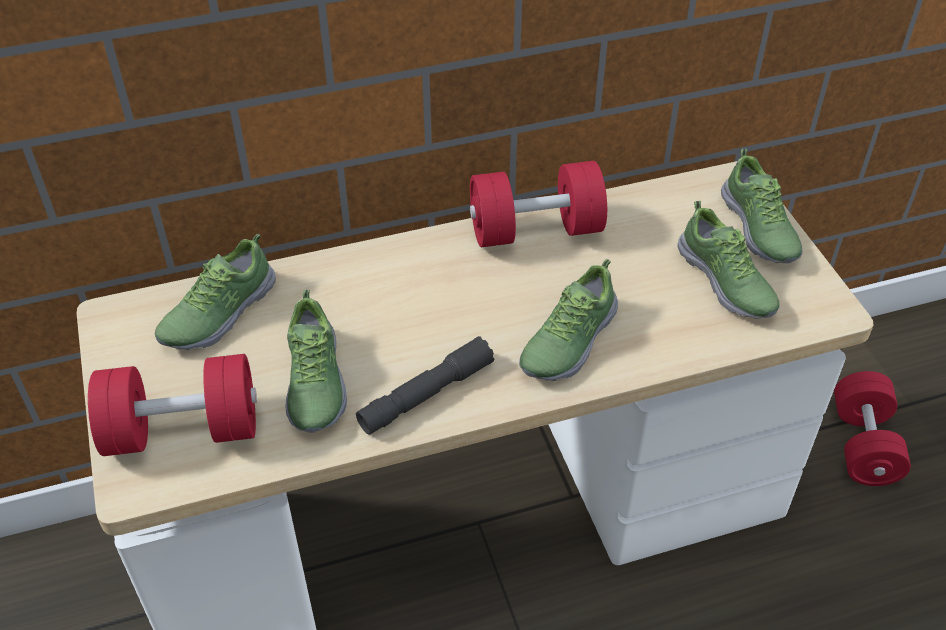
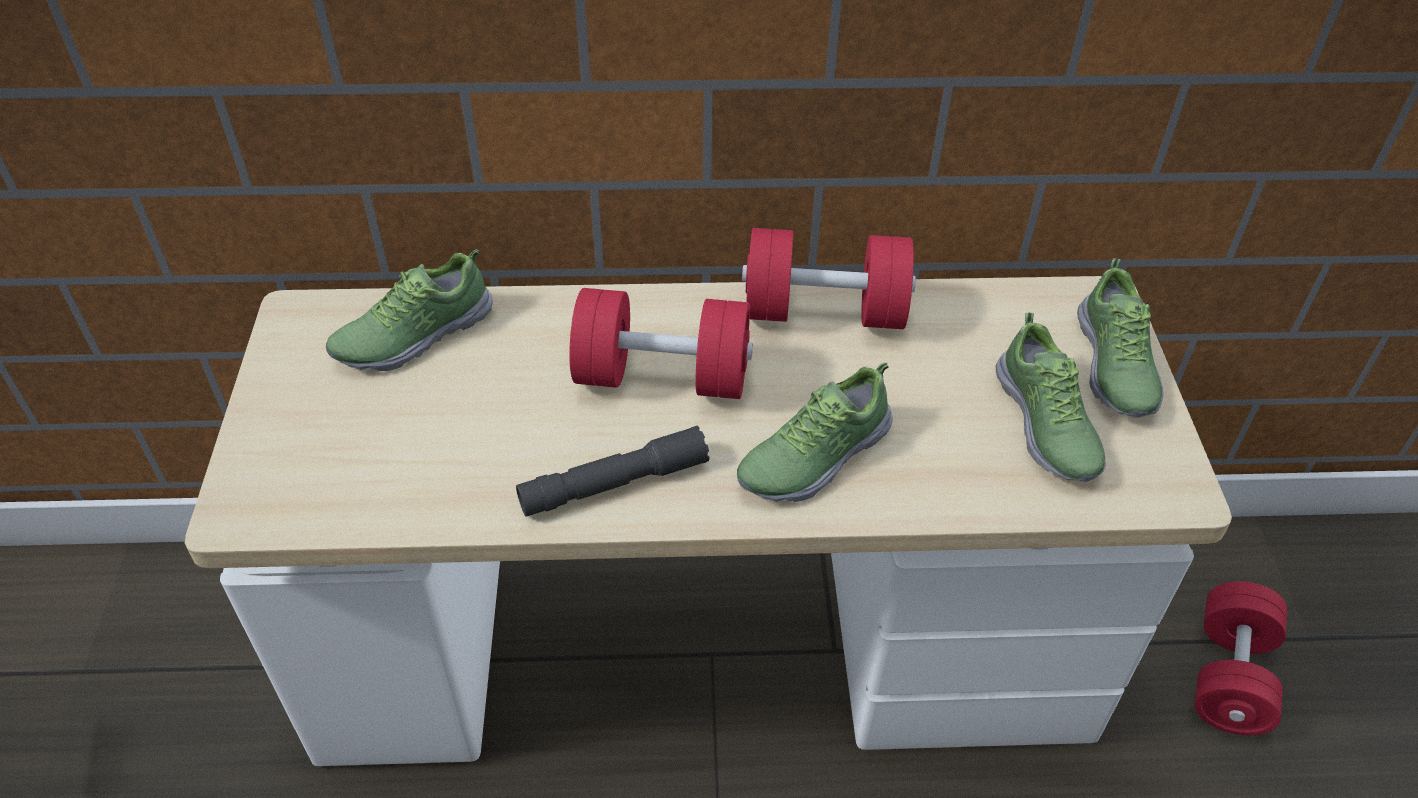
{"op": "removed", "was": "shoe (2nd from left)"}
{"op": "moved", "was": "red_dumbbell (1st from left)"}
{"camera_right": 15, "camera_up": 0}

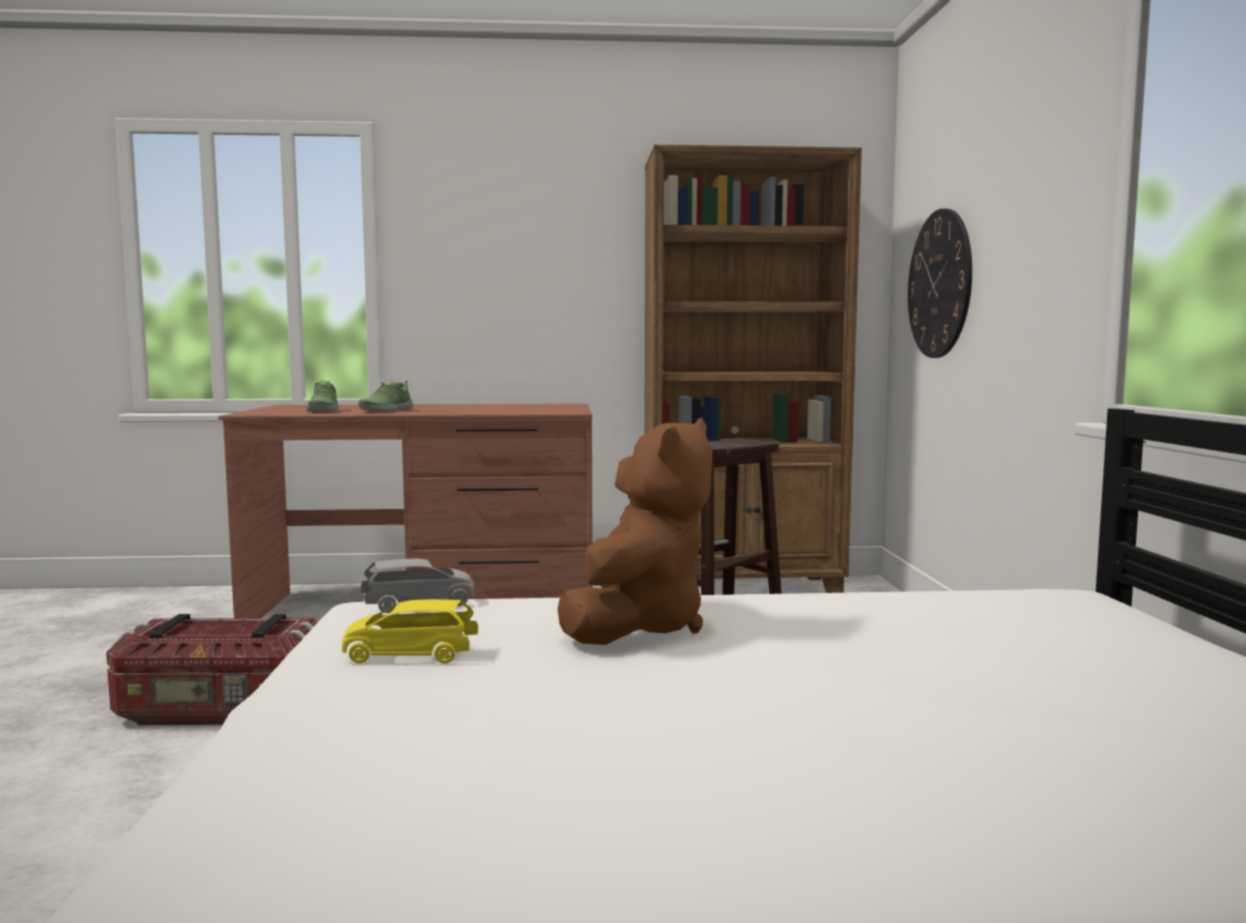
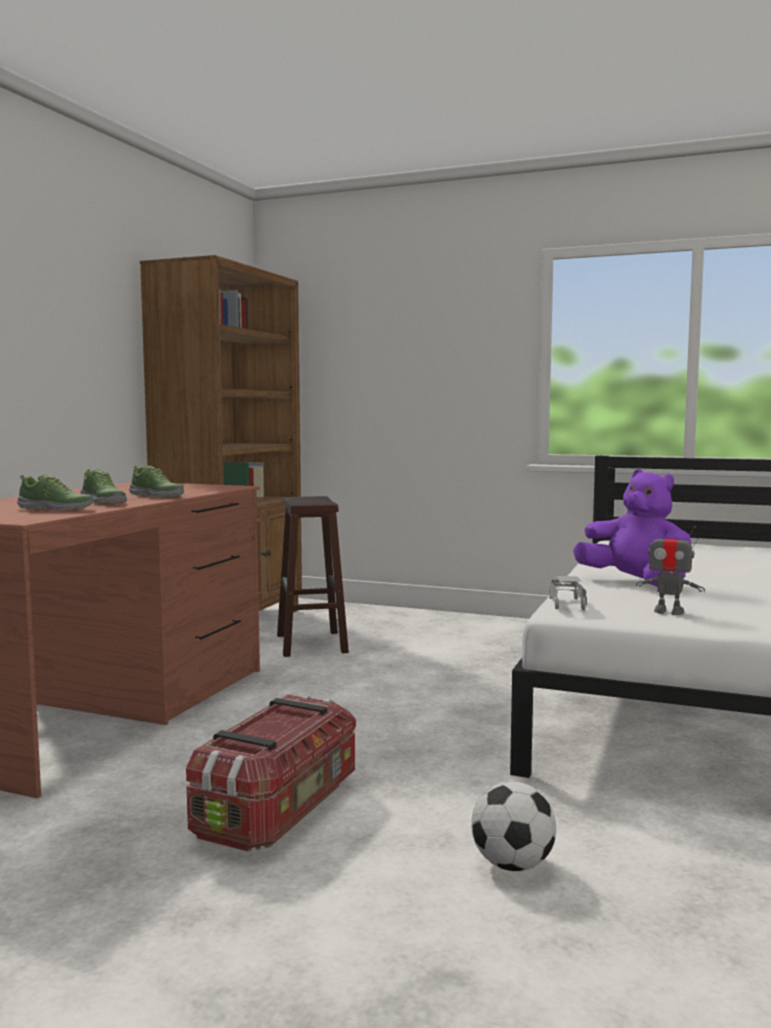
{"op": "removed", "was": "wall_clock"}
{"op": "recoloured", "was": "brown_plush_toy", "now": "purple_plush_toy"}
{"op": "replaced", "was": "yellow_toy_car", "now": "toy_robot"}
{"op": "added", "now": "shoe (3rd from left)"}
{"op": "added", "now": "football"}
{"camera_right": -65, "camera_up": 0}

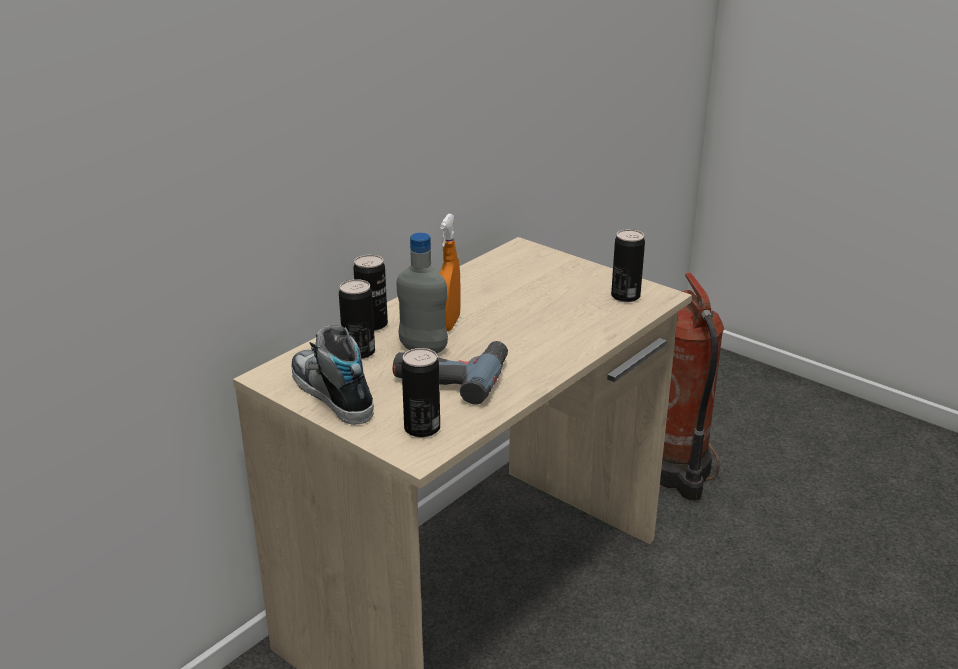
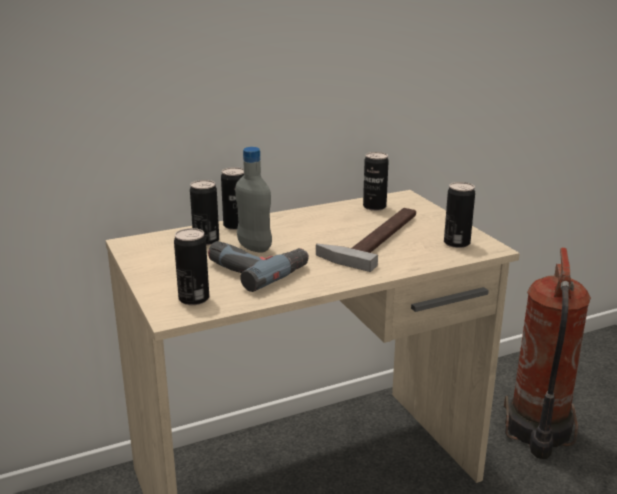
{"op": "removed", "was": "orange_spray_bottle"}
{"op": "removed", "was": "shoe"}
{"op": "added", "now": "can (4th from left)"}
{"op": "added", "now": "hammer"}
{"camera_right": 25, "camera_up": -5}

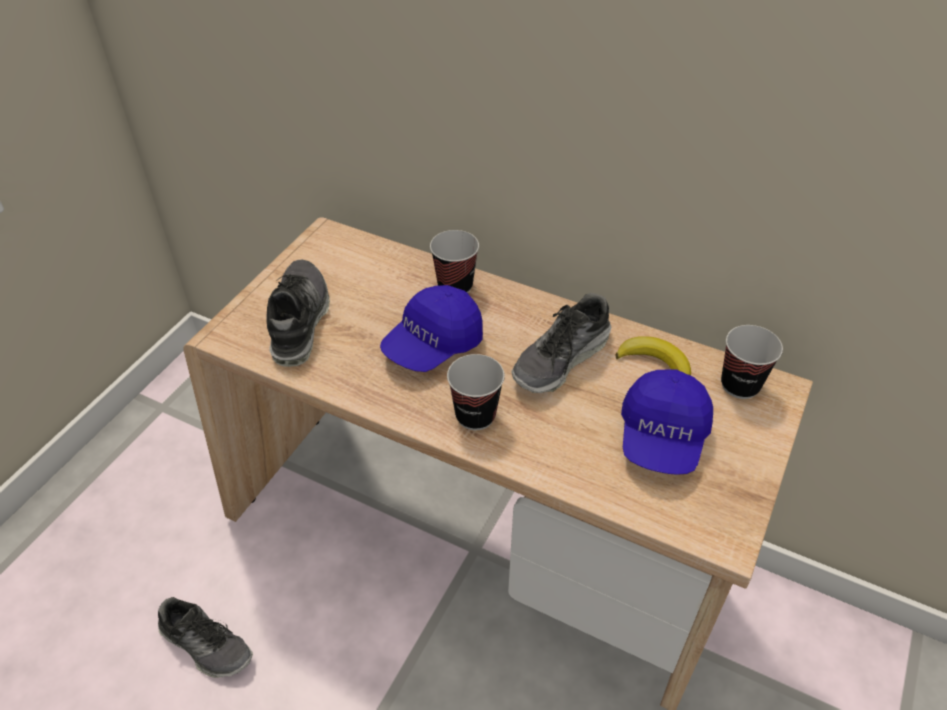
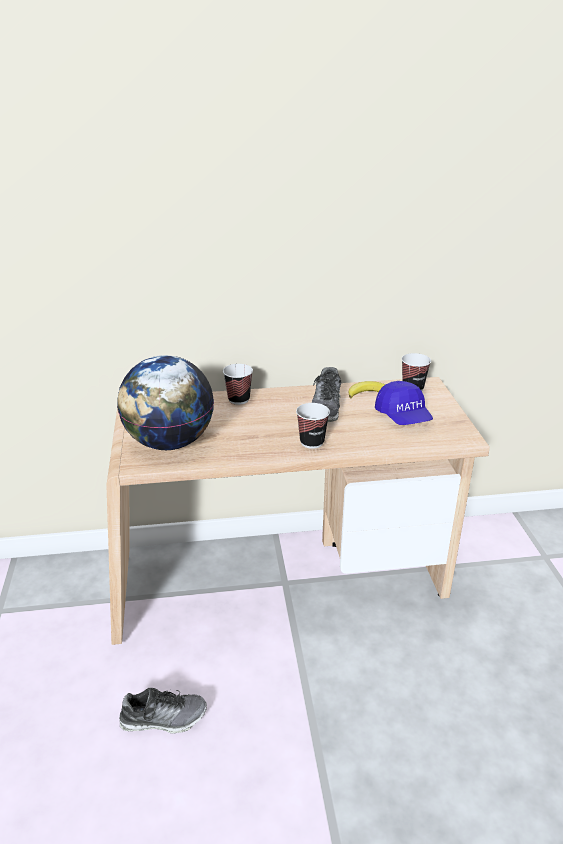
{"op": "replaced", "was": "shoe (2nd from left)", "now": "globe"}
{"op": "removed", "was": "blue_cap (1st from left)"}
{"camera_right": -35, "camera_up": -15}

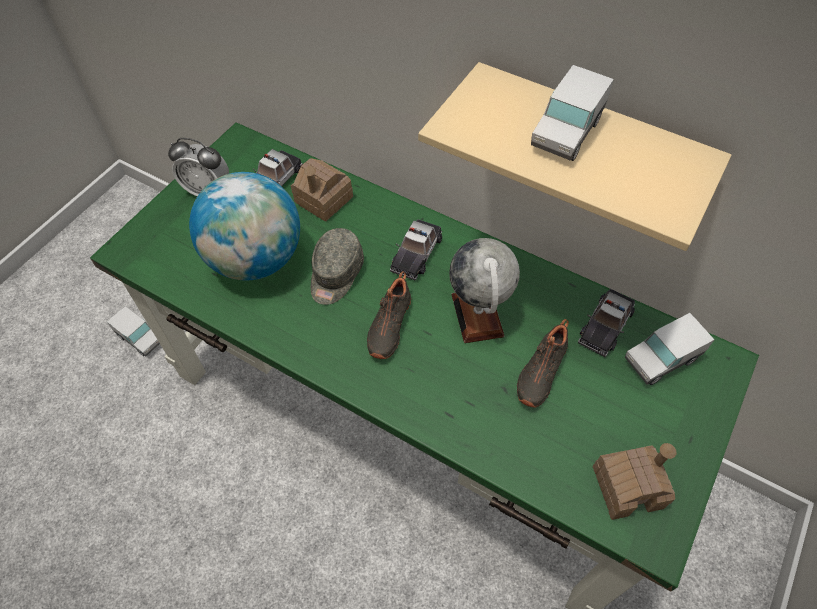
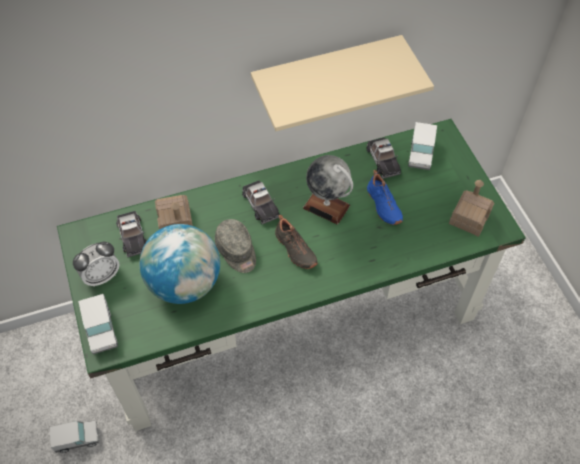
{"op": "moved", "was": "toy_truck (2nd from left)"}
{"op": "recoloured", "was": "black_shoe (2nd from left)", "now": "blue_shoe"}
{"camera_right": -50, "camera_up": 0}

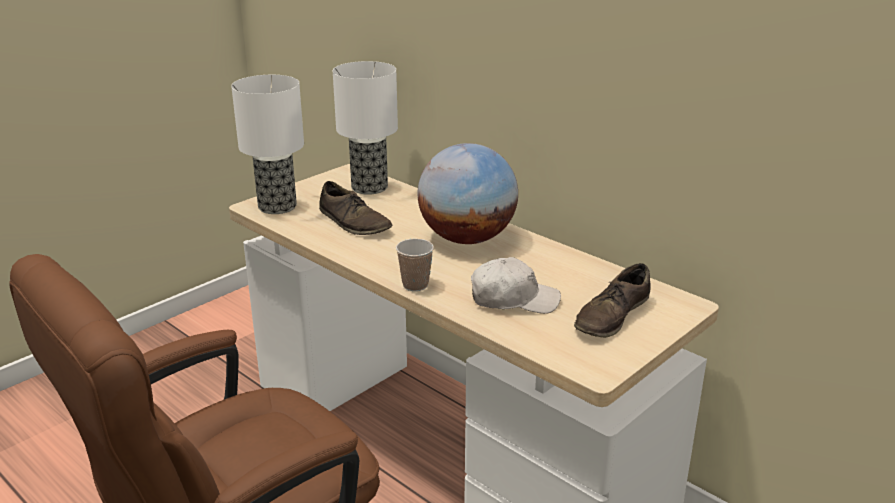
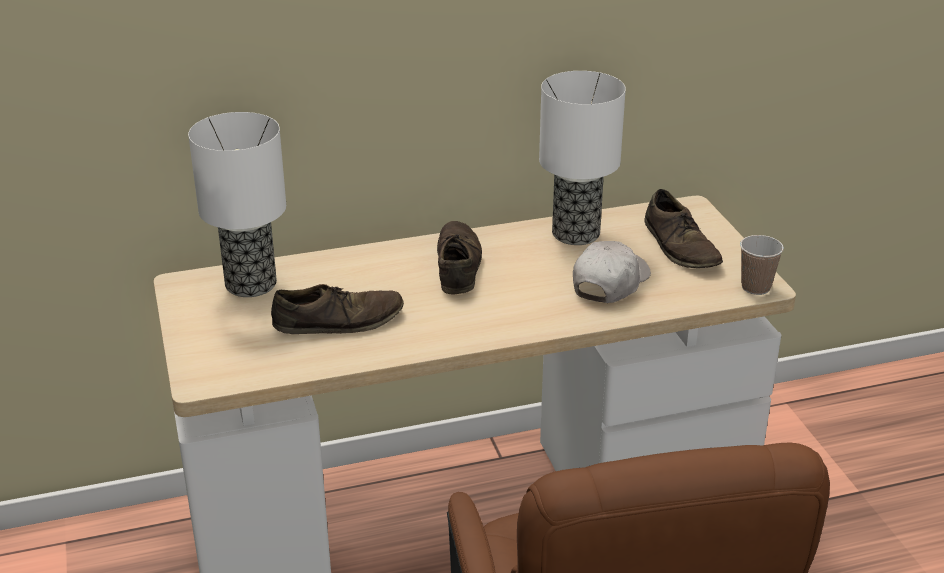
{"op": "moved", "was": "table_lamp (1st from left in the first image)", "now": "table_lamp (2nd from left)"}
{"op": "replaced", "was": "globe", "now": "brown_shoe (2nd from left)"}
{"op": "moved", "was": "cup"}
{"camera_right": -60, "camera_up": 5}

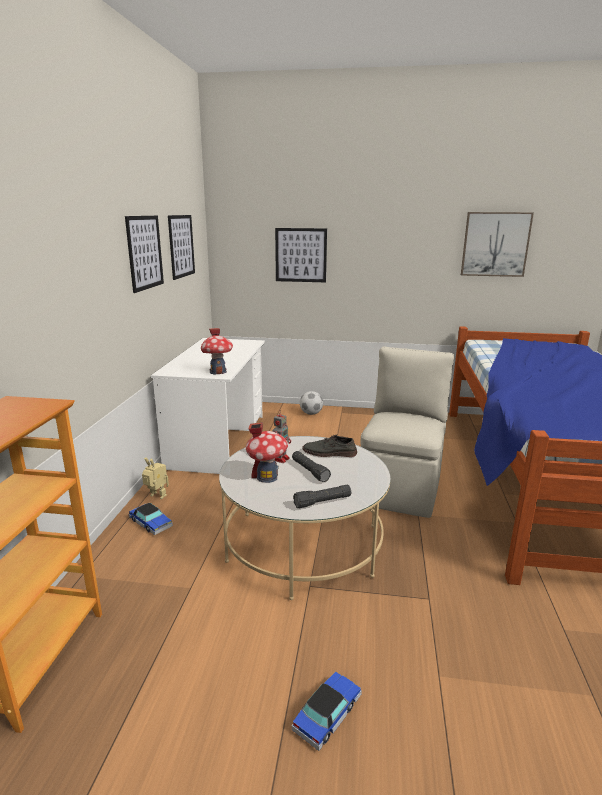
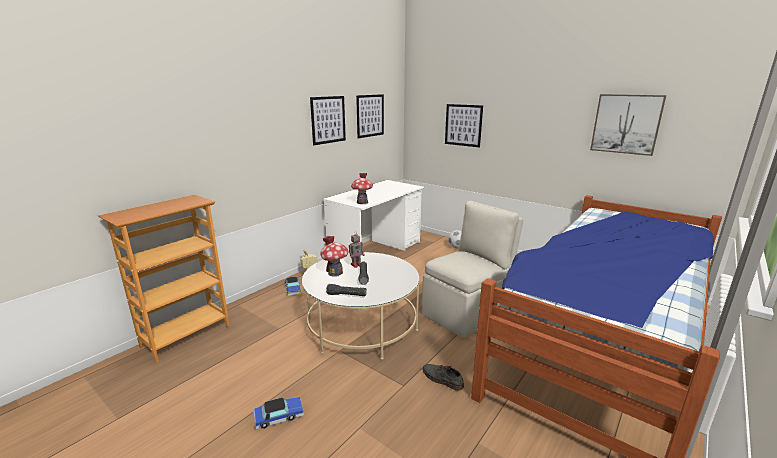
{"op": "moved", "was": "grey_shoe"}
{"camera_right": 30, "camera_up": 0}

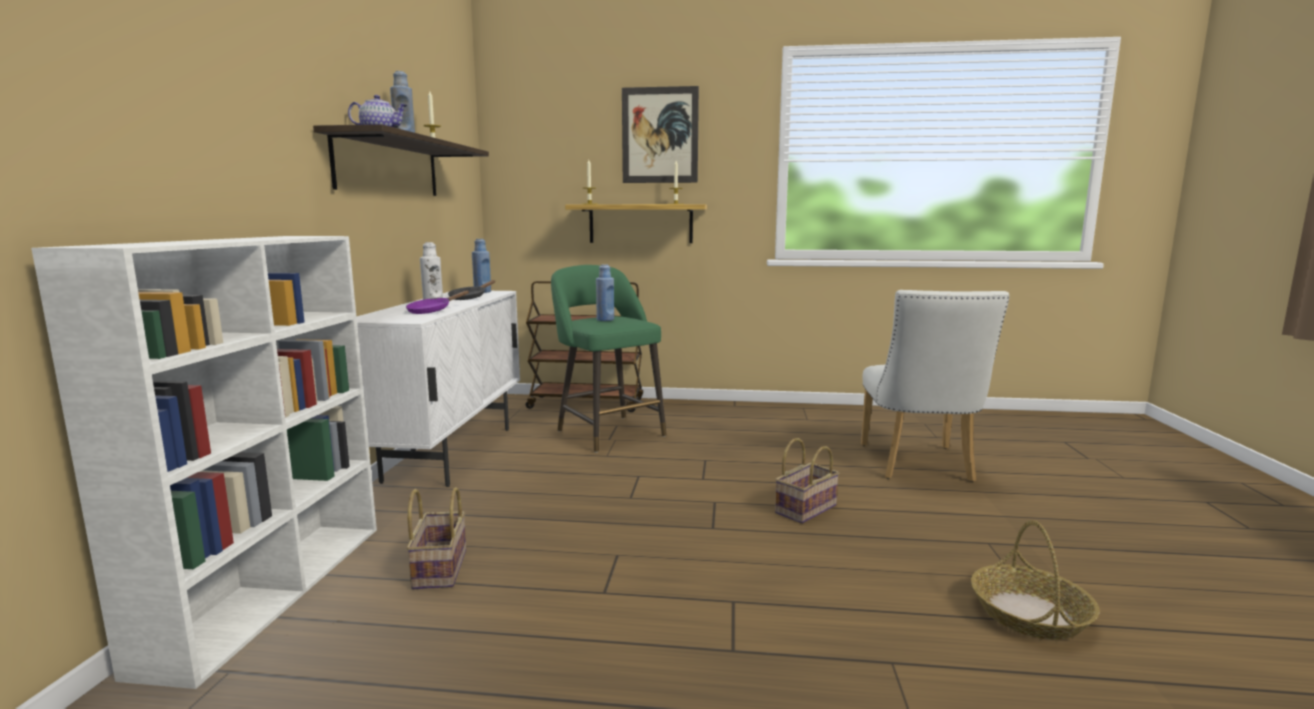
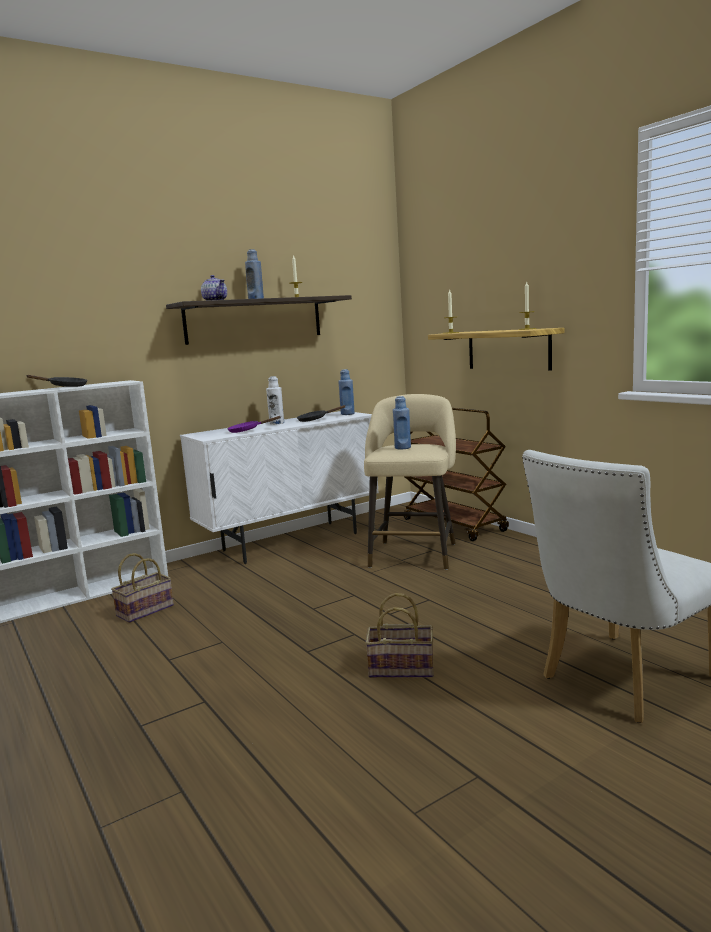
{"op": "removed", "was": "picture"}
{"op": "recoloured", "was": "green_stool", "now": "beige_stool"}
{"op": "removed", "was": "basket (3rd from left)"}
{"op": "added", "now": "black_frying_pan (1st from left)"}
{"camera_right": 50, "camera_up": 0}

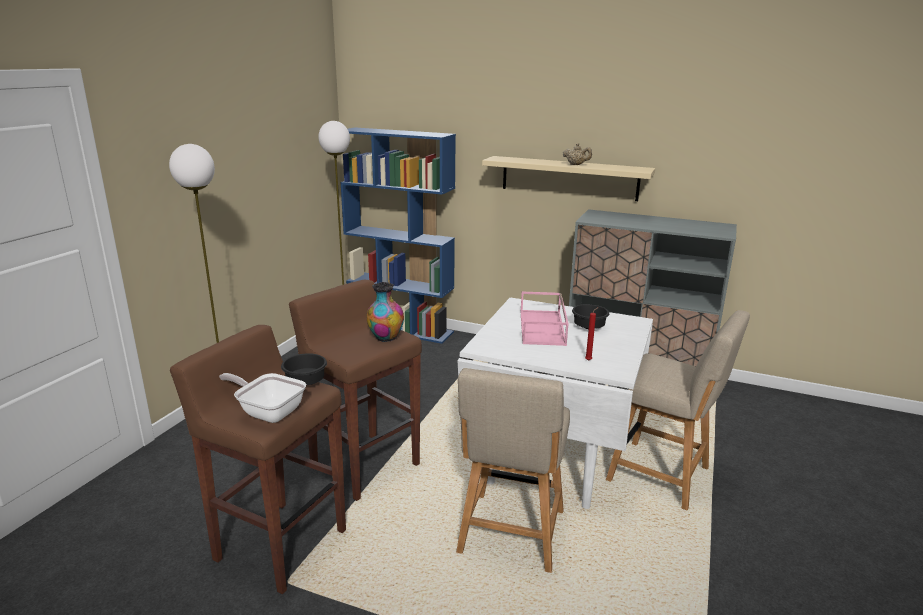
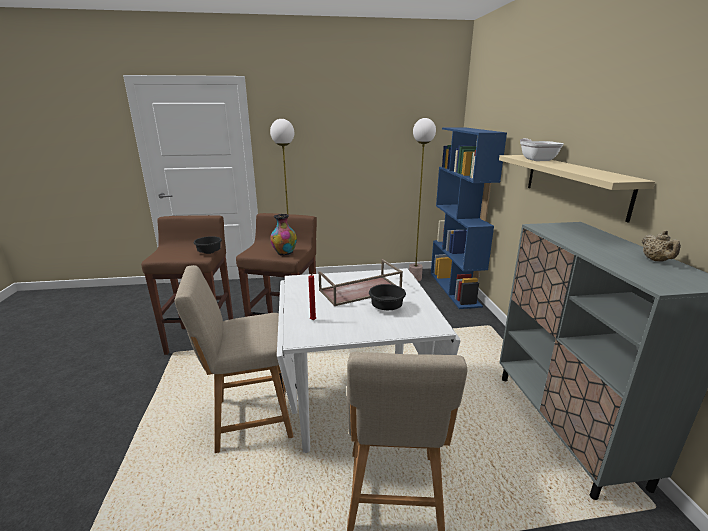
{"op": "moved", "was": "beige_teapot"}
{"op": "recoloured", "was": "pink_tray", "now": "brown_tray"}
{"op": "moved", "was": "frying_pan"}
{"camera_right": 60, "camera_up": 0}

